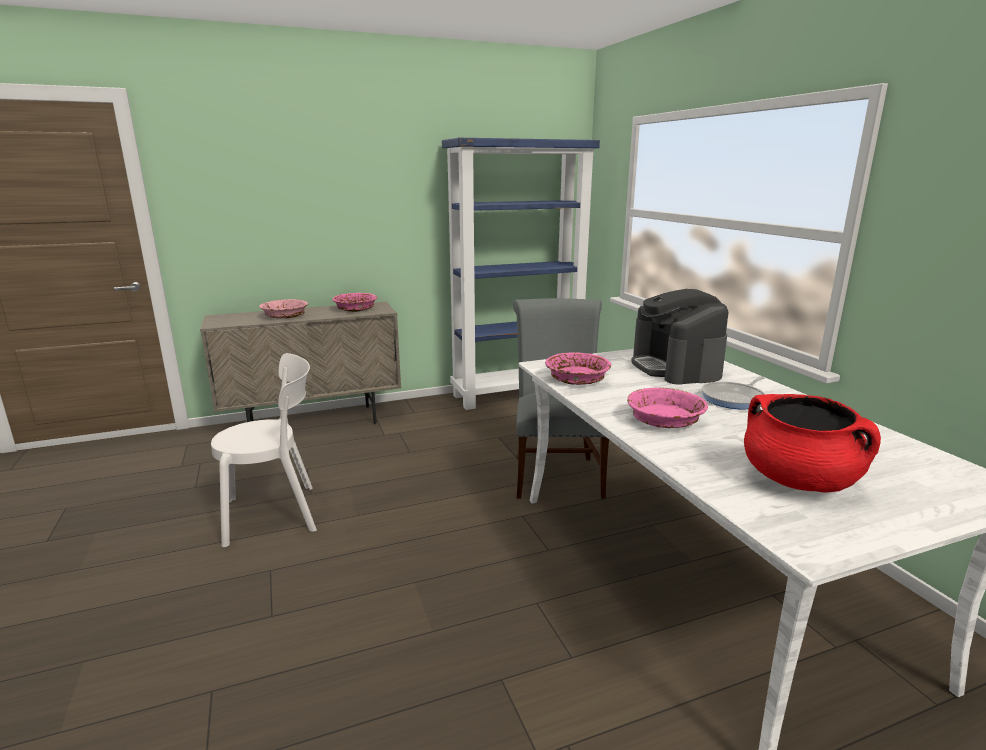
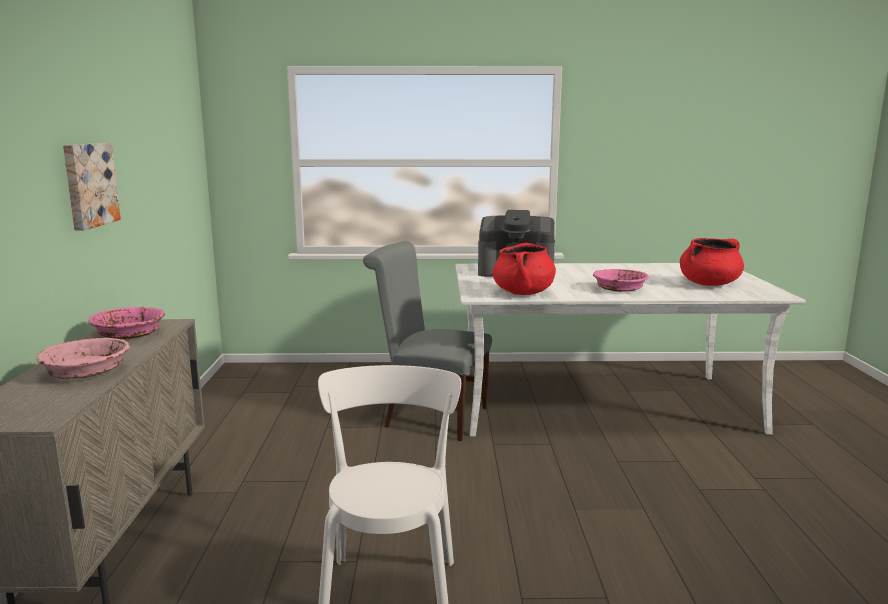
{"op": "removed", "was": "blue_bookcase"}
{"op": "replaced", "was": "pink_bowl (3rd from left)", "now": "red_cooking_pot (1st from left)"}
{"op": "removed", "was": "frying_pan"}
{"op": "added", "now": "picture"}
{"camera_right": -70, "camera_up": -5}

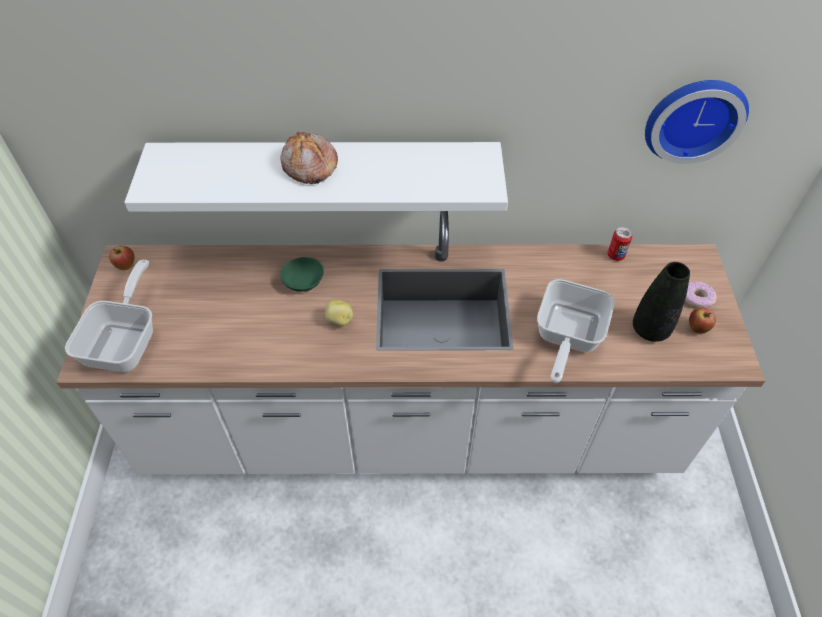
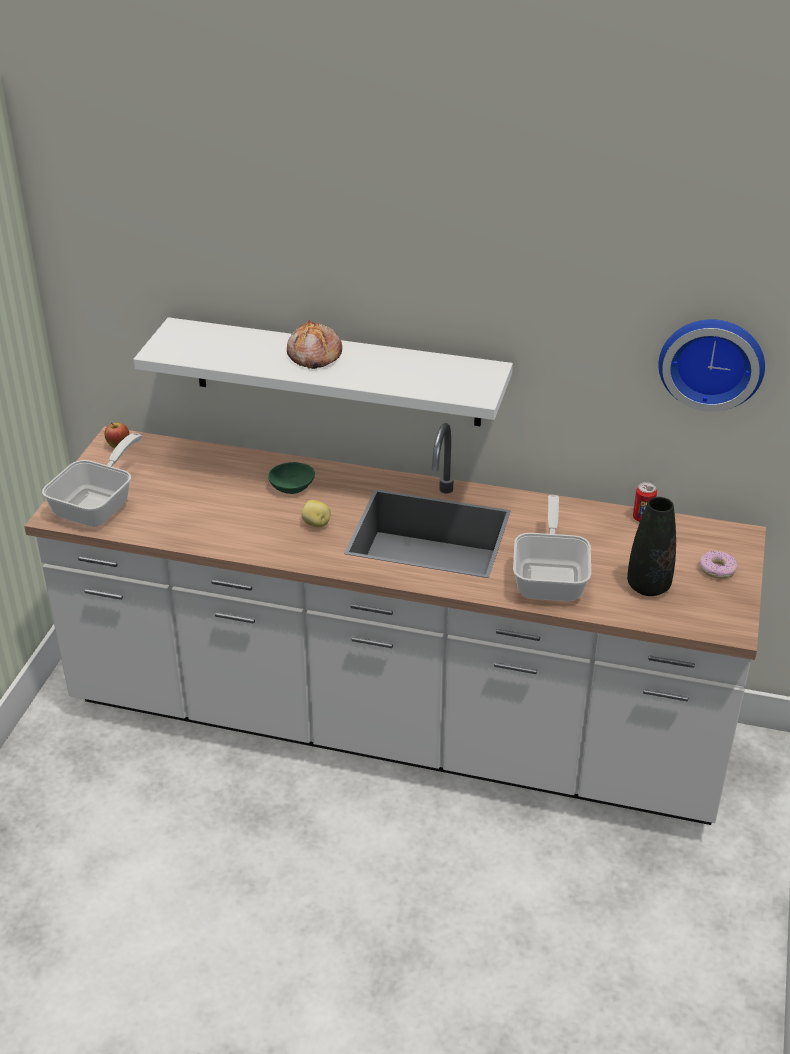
{"op": "turned", "was": "frying_pan (2nd from left)", "clockwise": 150}
{"op": "removed", "was": "apple (2nd from left)"}
{"camera_right": 15, "camera_up": -15}

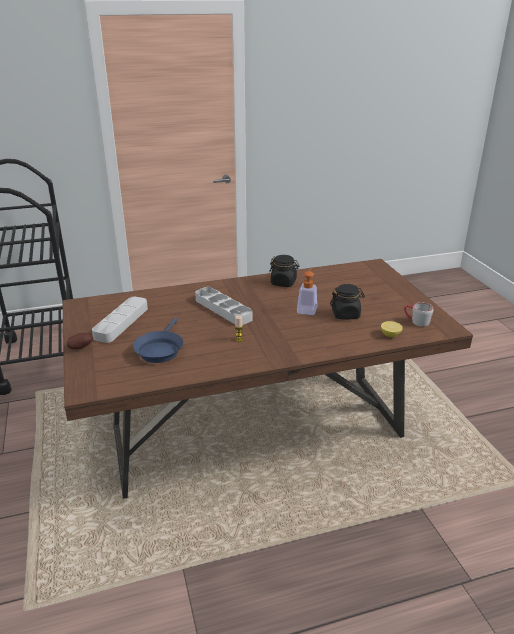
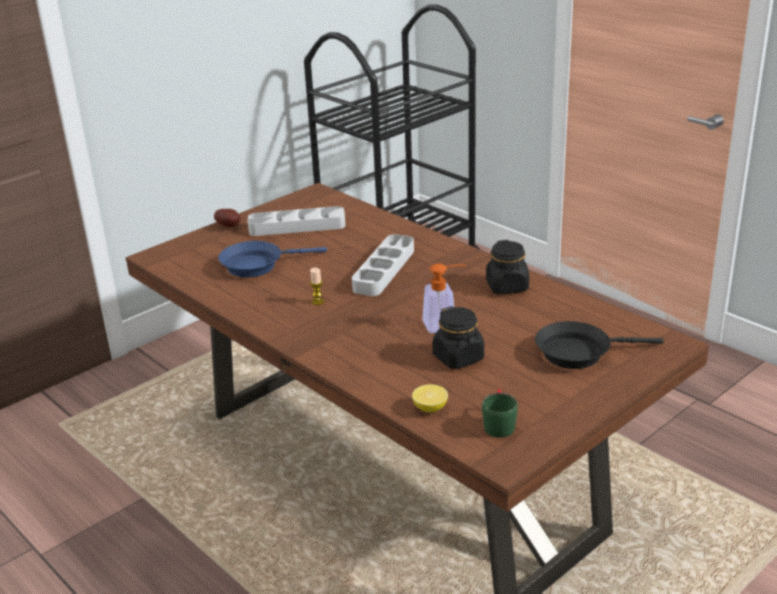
{"op": "recoloured", "was": "grey_mug", "now": "green_mug"}
{"op": "added", "now": "black_frying_pan"}
{"camera_right": 65, "camera_up": 0}

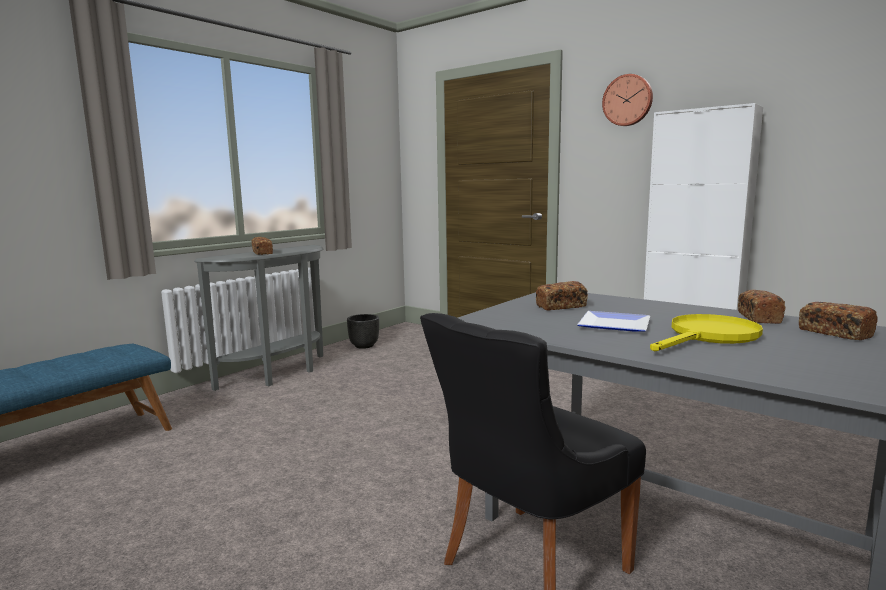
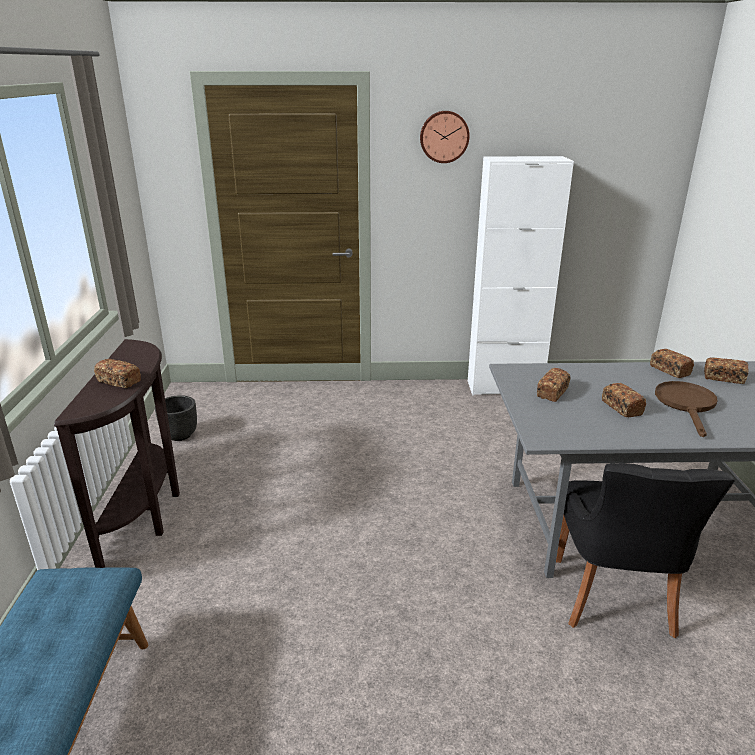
{"op": "recoloured", "was": "grey_console_table", "now": "brown_console_table"}
{"op": "replaced", "was": "plate", "now": "bread (3rd from left)"}
{"op": "recoloured", "was": "yellow_frying_pan", "now": "brown_frying_pan"}
{"camera_right": -40, "camera_up": 15}

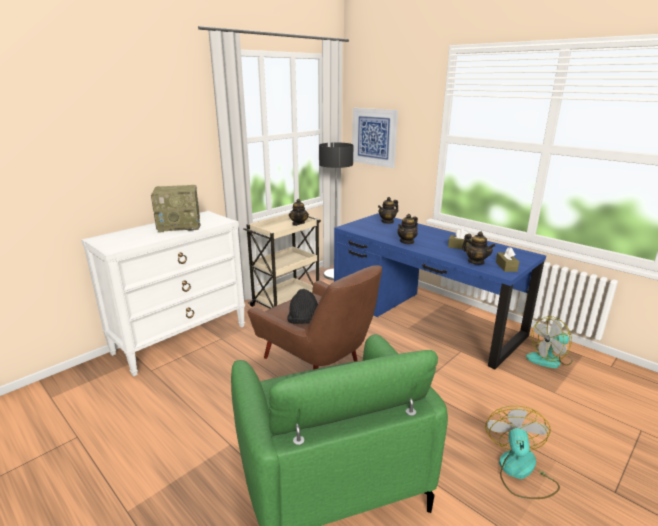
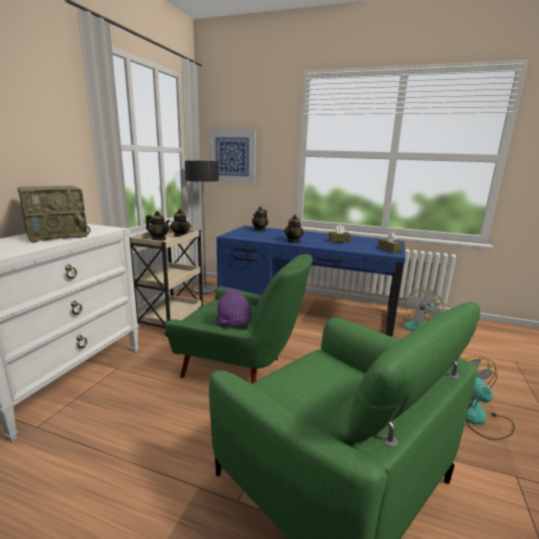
{"op": "moved", "was": "teapot (4th from left in the first image)", "now": "teapot (1st from left)"}
{"op": "recoloured", "was": "brown_armchair", "now": "green_armchair (1st from left)"}
{"op": "recoloured", "was": "black_hat", "now": "purple_hat"}
{"camera_right": -25, "camera_up": -5}

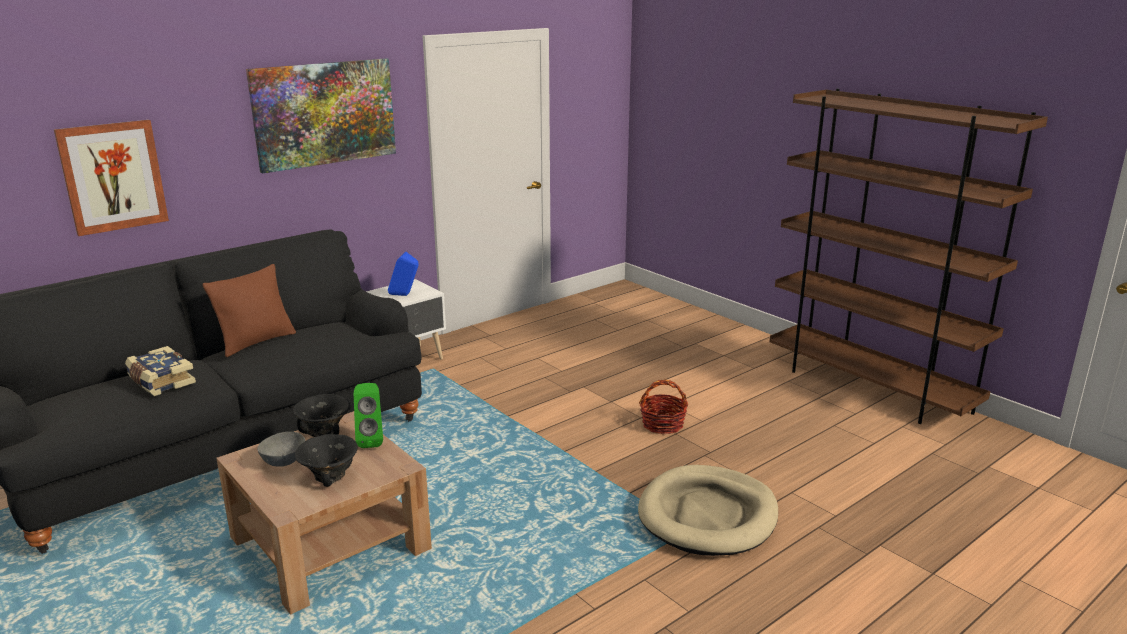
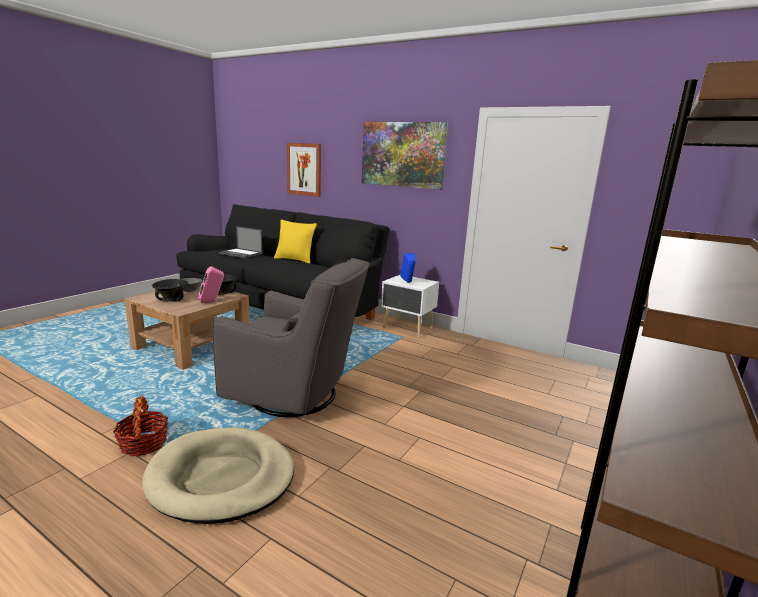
{"op": "recoloured", "was": "brown_pillow", "now": "yellow_pillow"}
{"op": "replaced", "was": "book", "now": "laptop"}
{"op": "moved", "was": "basket"}
{"op": "recoloured", "was": "green_speaker", "now": "pink_speaker"}
{"op": "added", "now": "grey_armchair"}
{"camera_right": 70, "camera_up": -5}

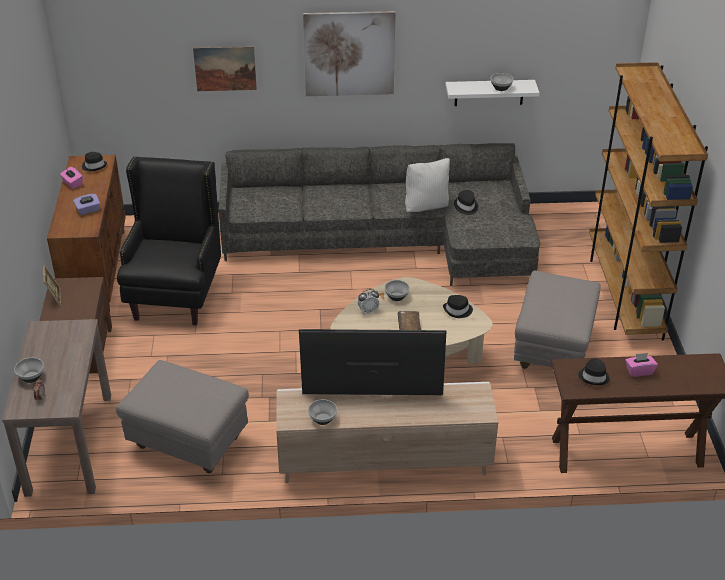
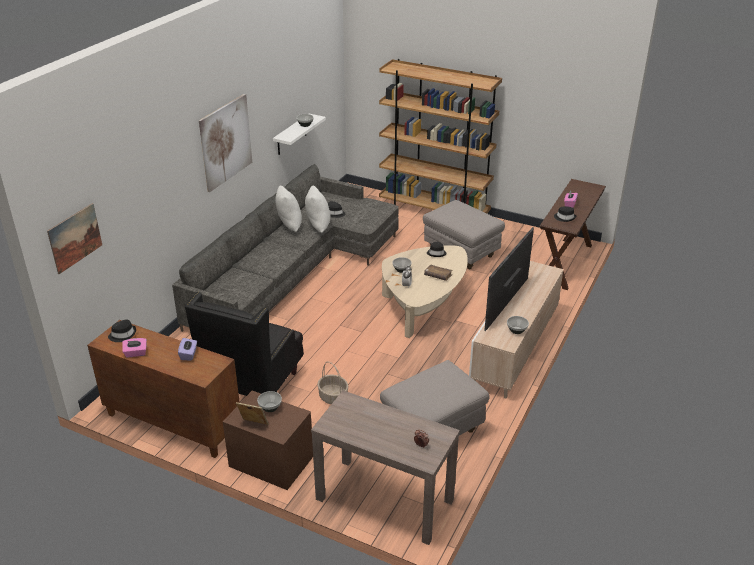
{"op": "moved", "was": "picture (1st from left)"}
{"op": "turned", "was": "black_armchair", "clockwise": -105}
{"op": "moved", "was": "bowl (1st from left)"}
{"op": "added", "now": "white_pillow (1st from left)"}
{"op": "added", "now": "basket"}
{"camera_right": -60, "camera_up": -5}

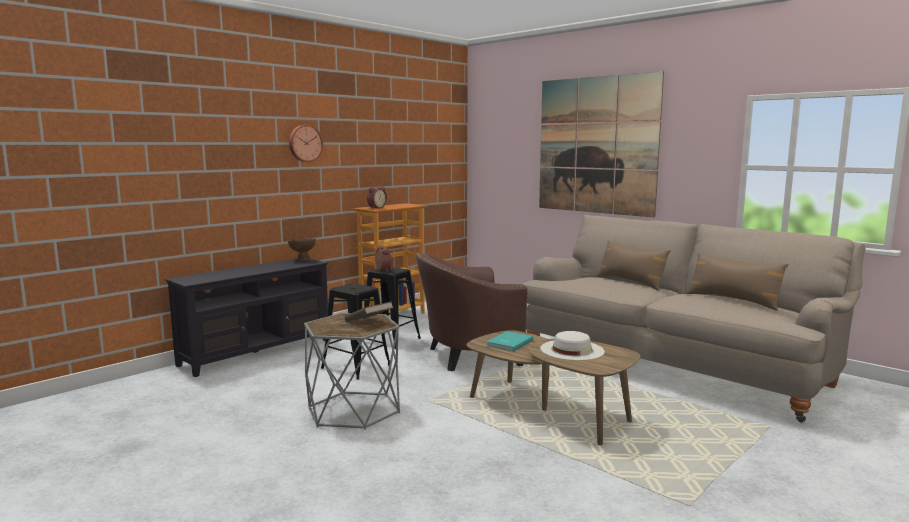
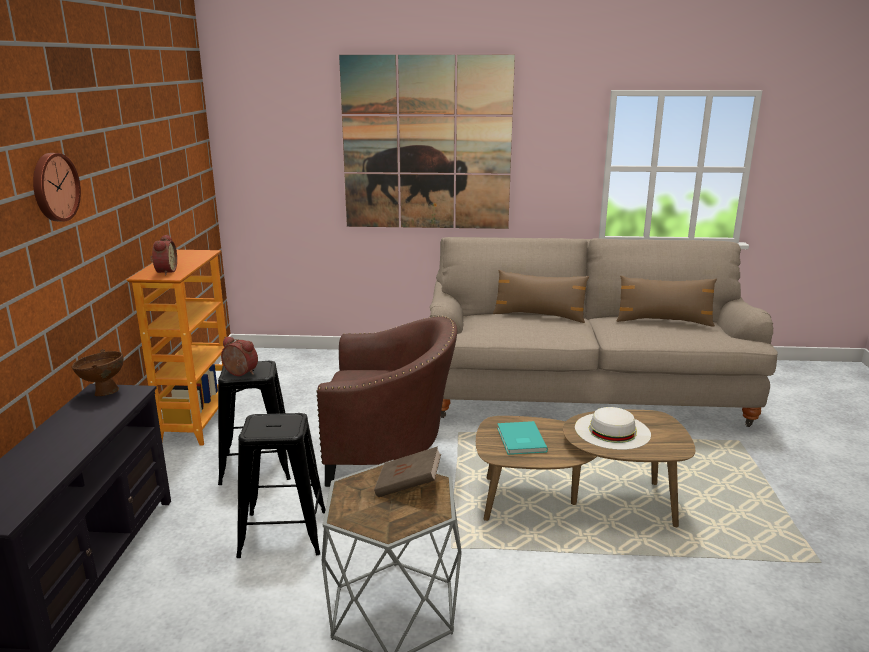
{"op": "turned", "was": "brown_armchair", "clockwise": -120}
{"camera_right": -40, "camera_up": 10}

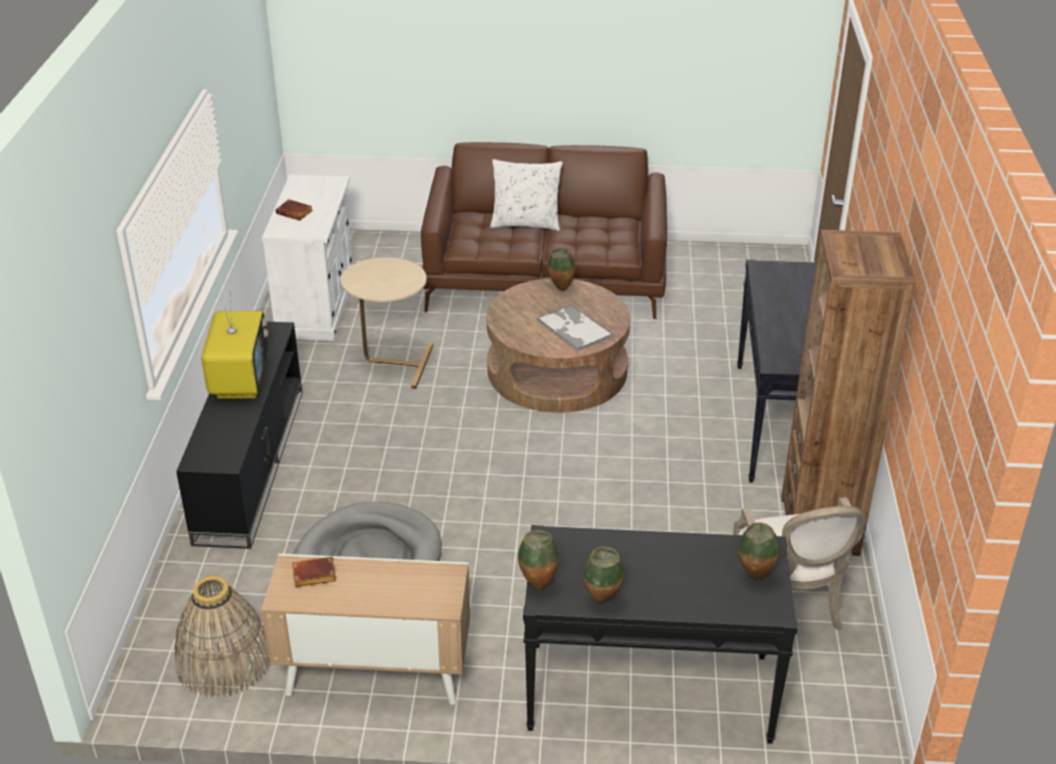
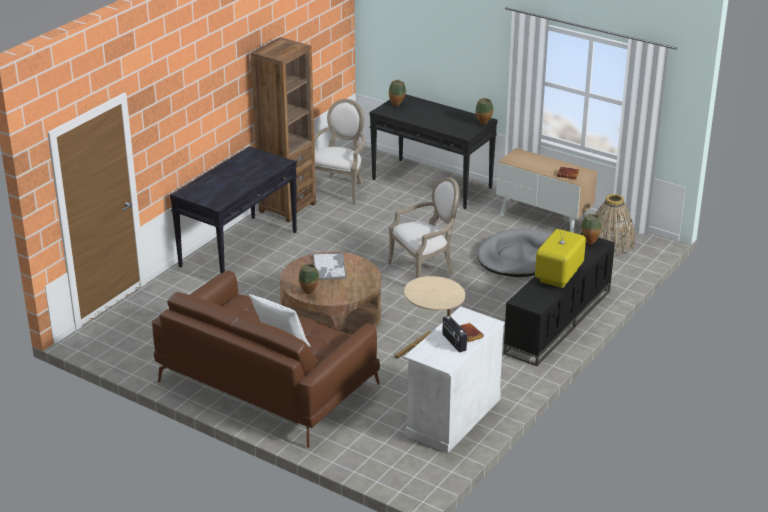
{"op": "moved", "was": "vase (3rd from left in the first image)", "now": "vase (4th from left)"}
{"op": "added", "now": "armchair (2nd from left)"}
{"op": "added", "now": "radio"}
{"camera_right": -150, "camera_up": -5}

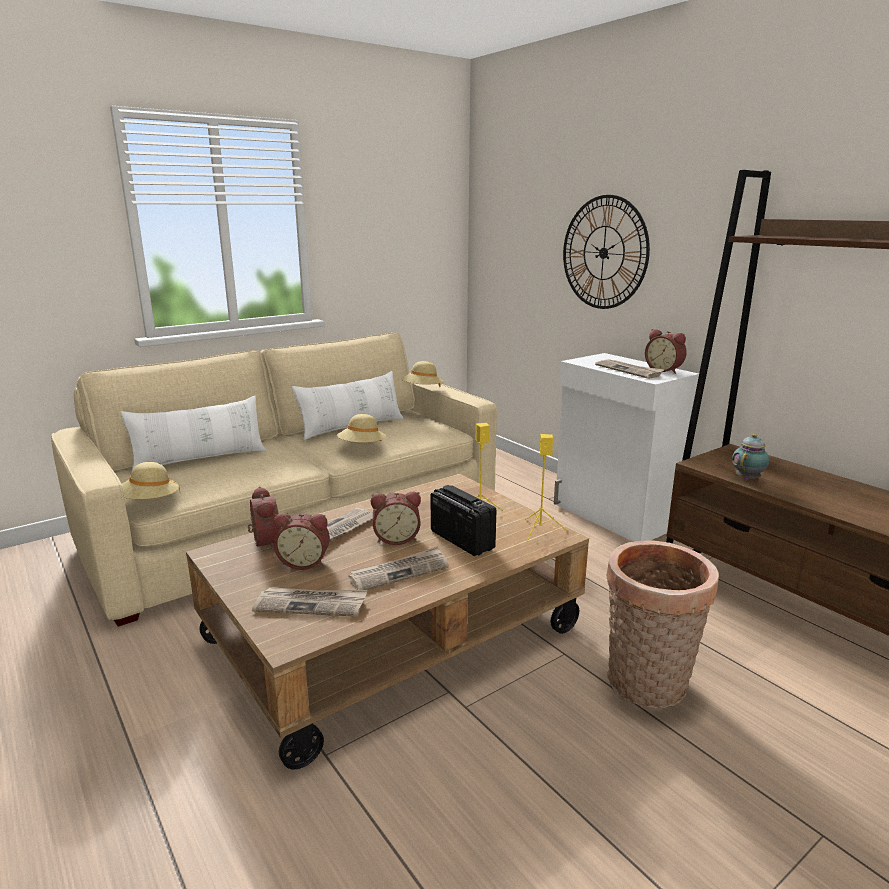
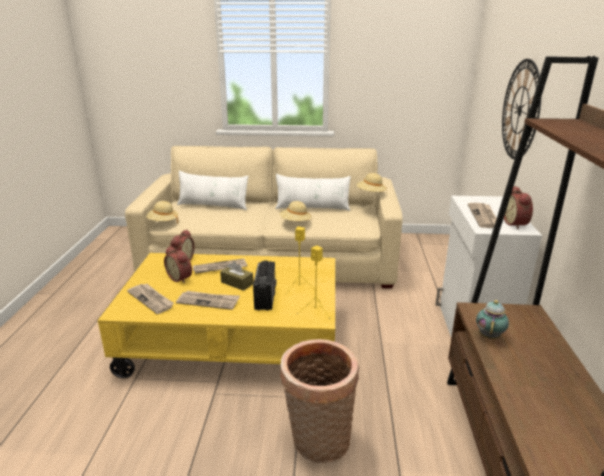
{"op": "turned", "was": "teapot", "clockwise": -60}
{"op": "recoloured", "was": "brown_coffee_table", "now": "yellow_coffee_table"}
{"op": "replaced", "was": "alarm_clock (3rd from left)", "now": "brown_tissue_box"}
{"camera_right": 40, "camera_up": 5}

